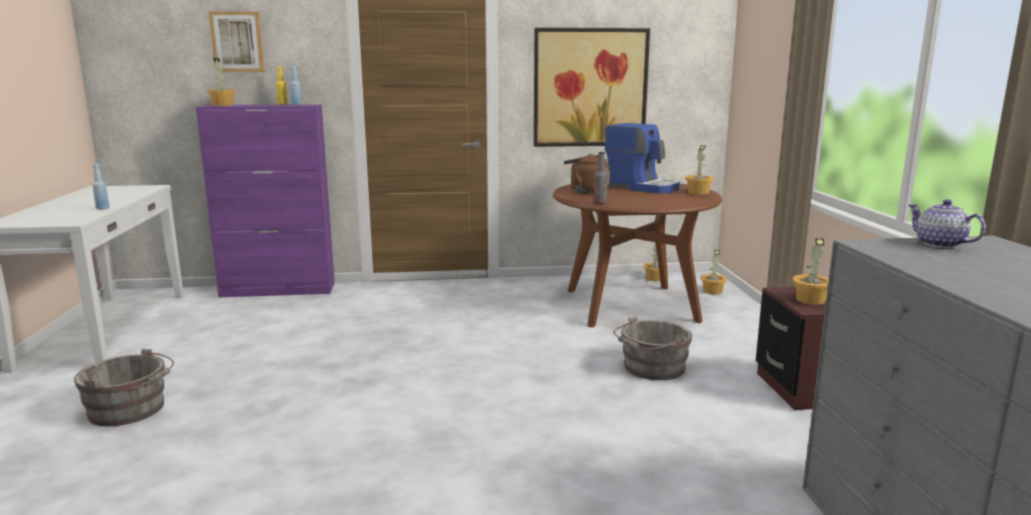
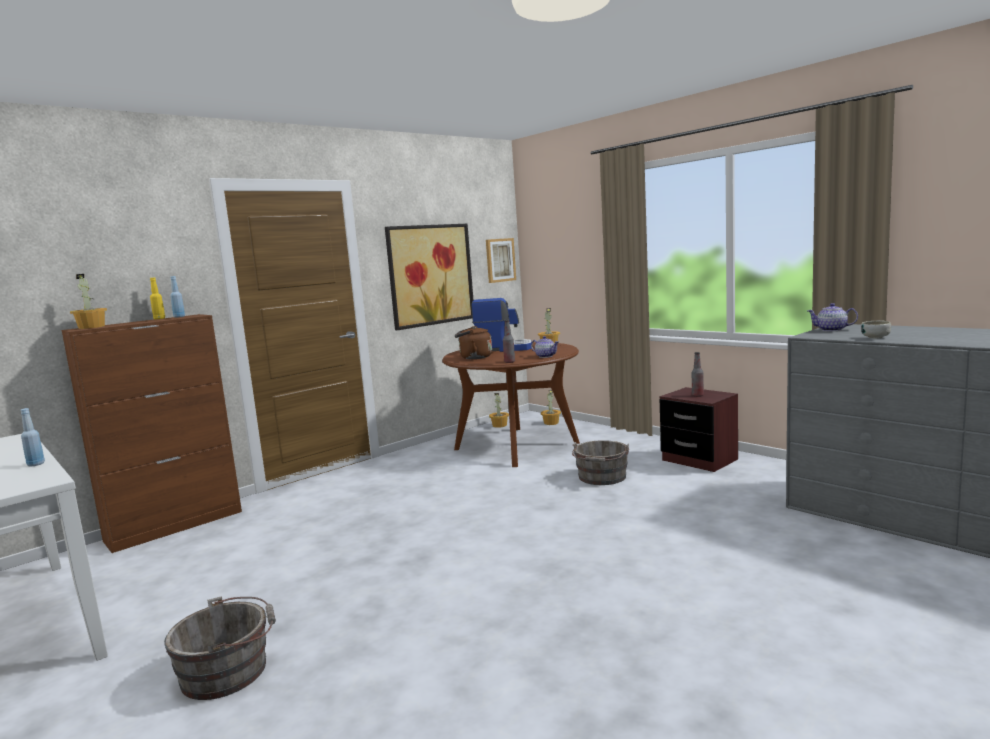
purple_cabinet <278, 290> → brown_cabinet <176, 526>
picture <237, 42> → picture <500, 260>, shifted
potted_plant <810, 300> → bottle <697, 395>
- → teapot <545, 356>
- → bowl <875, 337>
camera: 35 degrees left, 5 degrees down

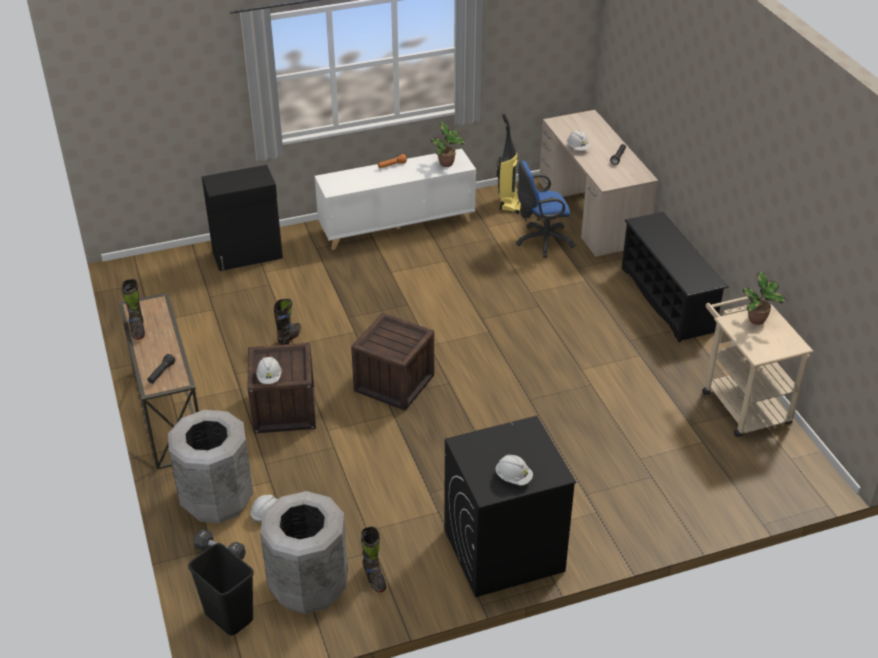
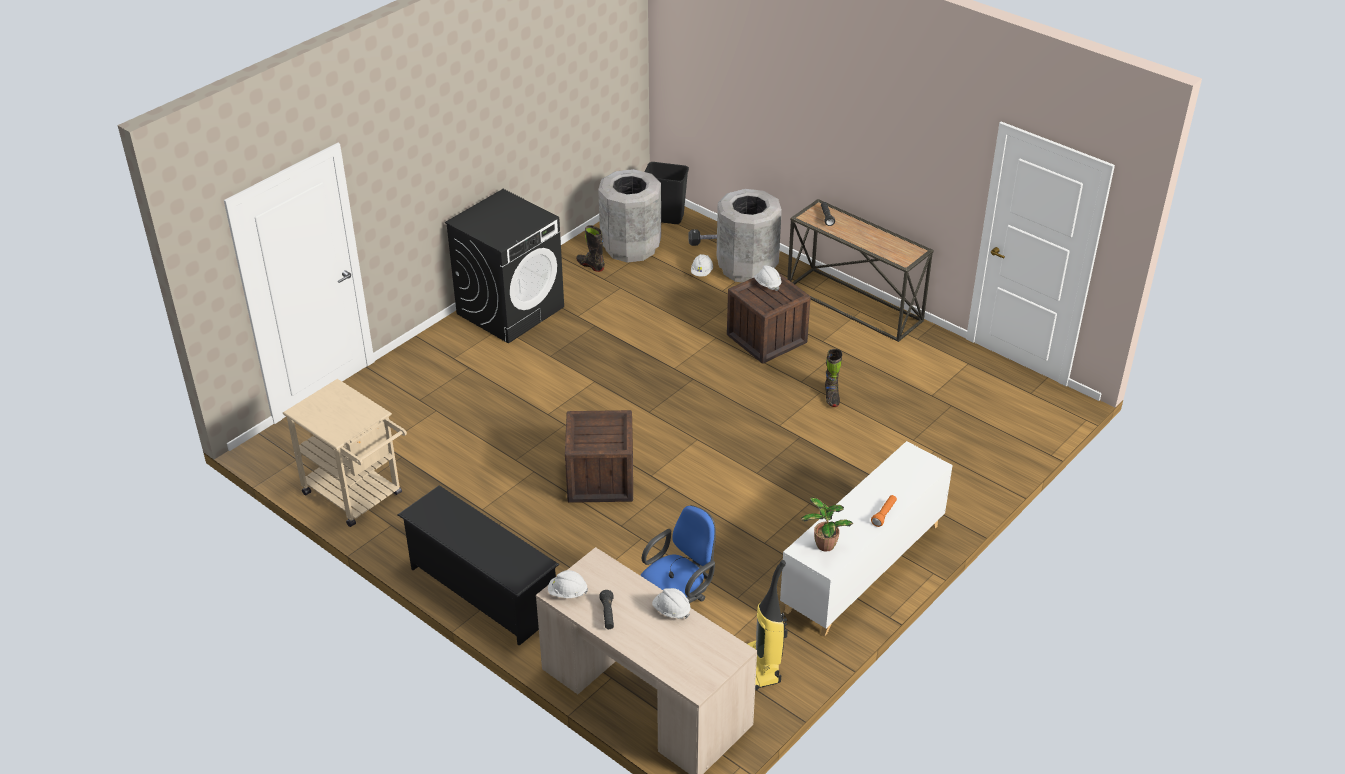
black_boot <137, 329> → -
black_cabinet <248, 255> → -
crate <394, 383> → crate <600, 480>, shifted
white_hard_hat <513, 477> → white_hard_hat <567, 592>, shifted
potted_plant <757, 320> → -
camera: 150 degrees right, 0 degrees up

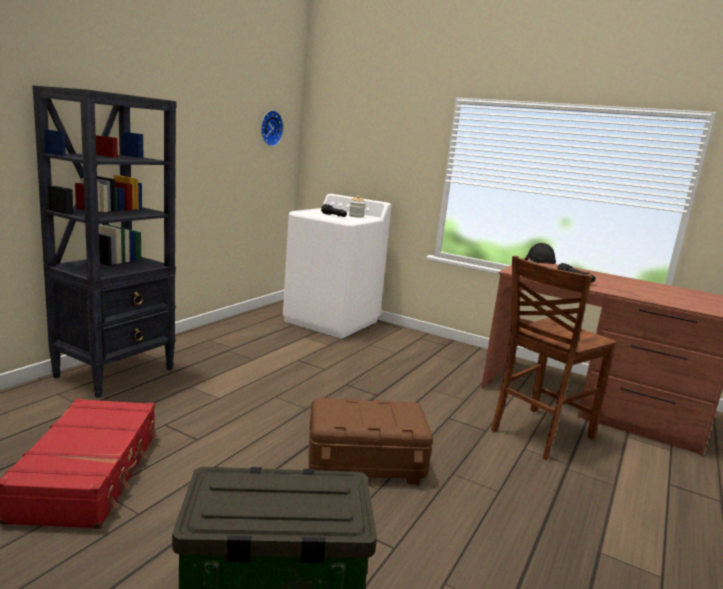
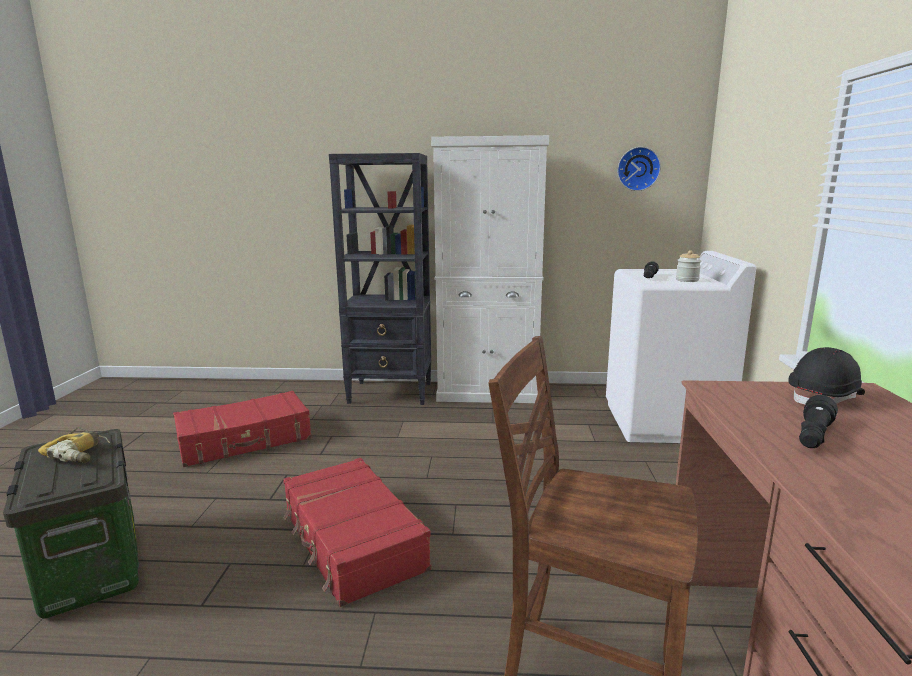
brown_storage_box <365, 461> → red_suitcase <352, 541>
- → power_drill <80, 452>
- → white_cabinet <488, 393>
camera: 65 degrees right, 0 degrees up

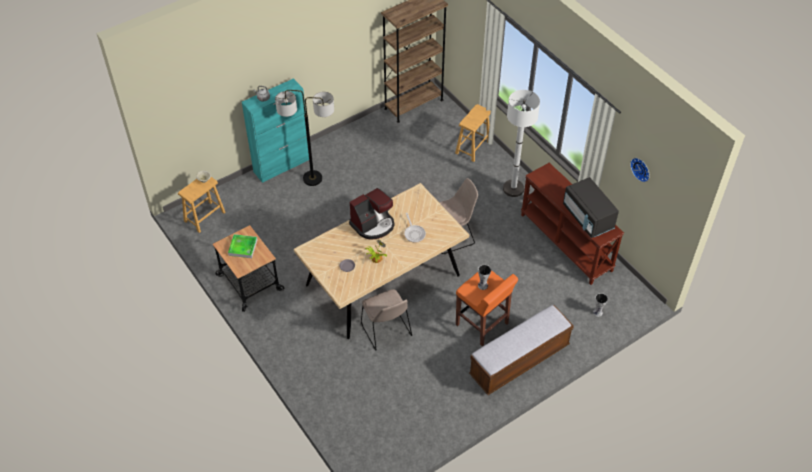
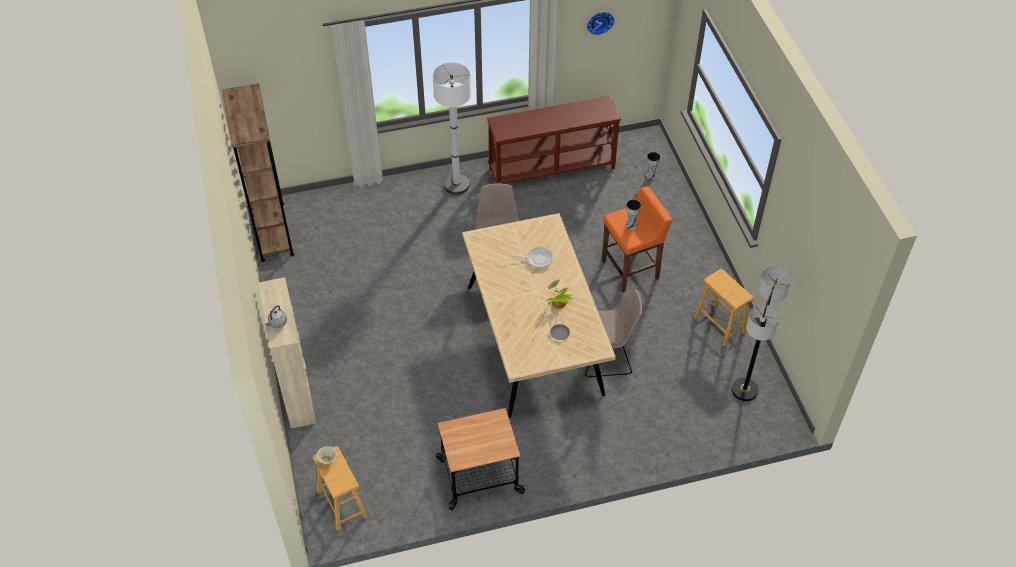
tray <243, 247> → -
turquoise_cabinet <282, 165> → beige_cabinet <297, 393>
floor_lamp <312, 178> → floor_lamp <744, 390>, shifted
coffee_machine <373, 225> → -
brown_stool <472, 147> → brown_stool <719, 324>, shifted
bench <519, 360> → -
black_microwave <588, 218> → -
camera: 70 degrees left, 0 degrees up

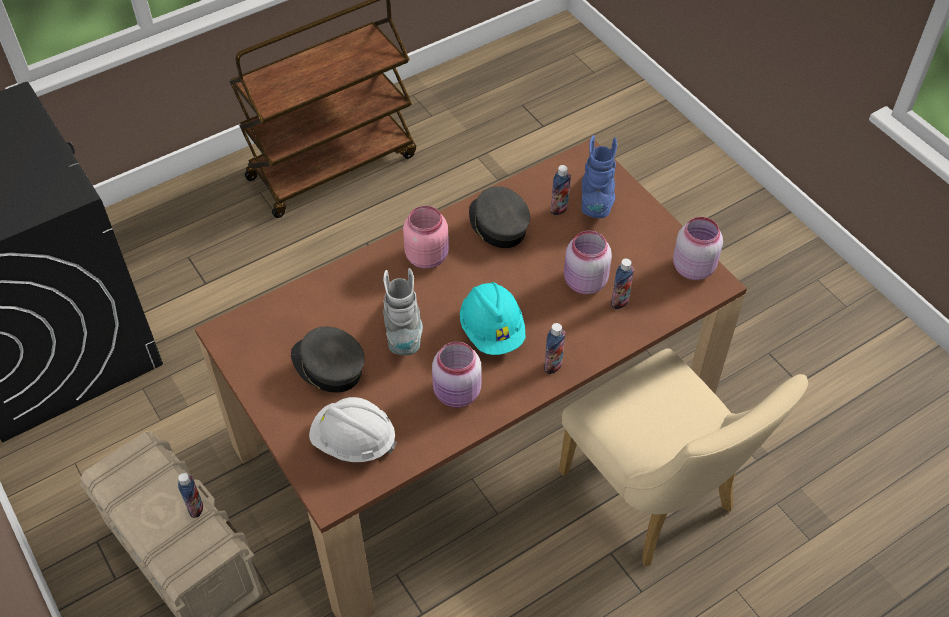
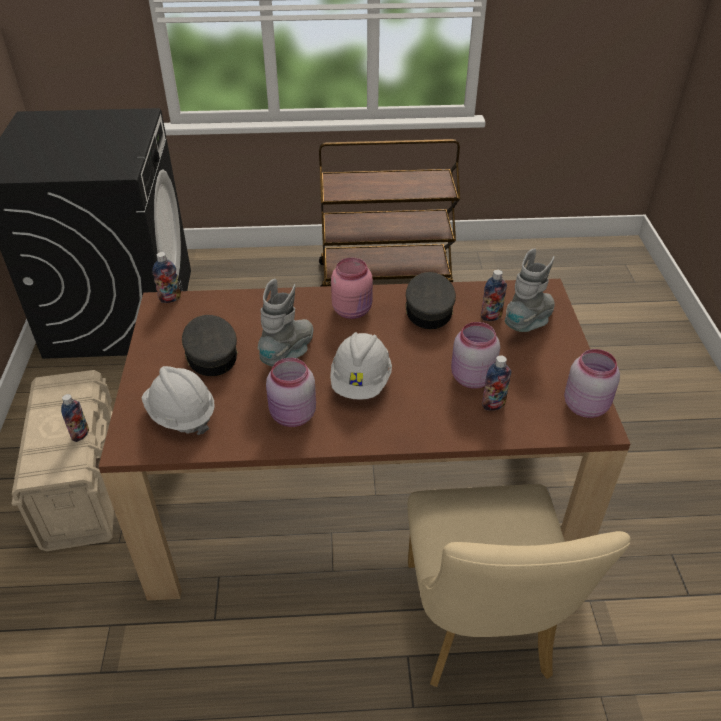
turquoise_hard_hat <492, 331> → white_hard_hat <361, 382>
bottle <553, 365> → bottle <170, 298>, shifted
blue_boot <597, 200> → grey_boot <530, 322>
camera: 30 degrees right, 10 degrees down

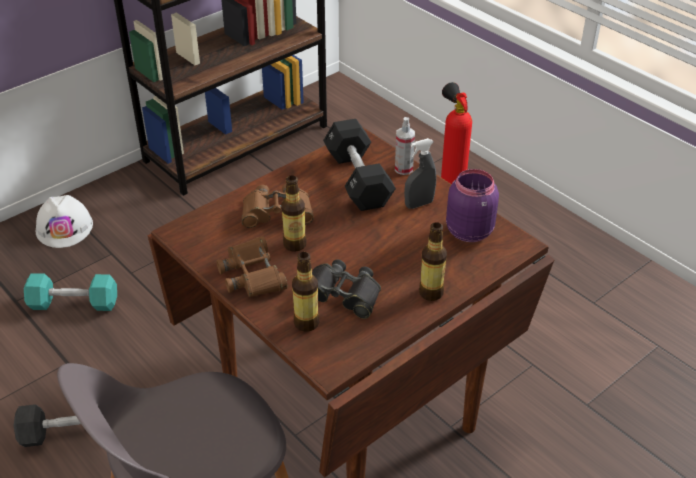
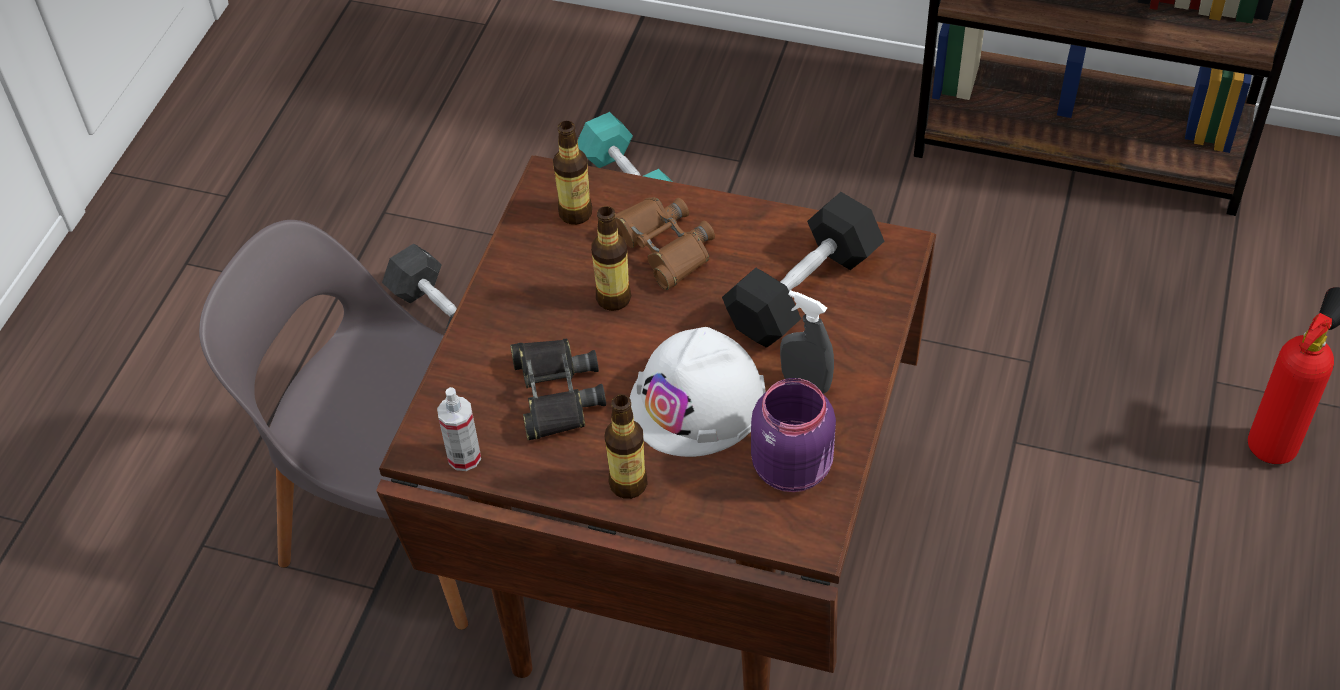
white_hard_hat <65, 227> → white_hard_hat <698, 401>, shifted
brown_binoculars <252, 274> → -
bottle <306, 323> → bottle <575, 213>, shifted
spray_bottle <403, 169> → spray_bottle <464, 457>, shifted
camera: 60 degrees right, 10 degrees up

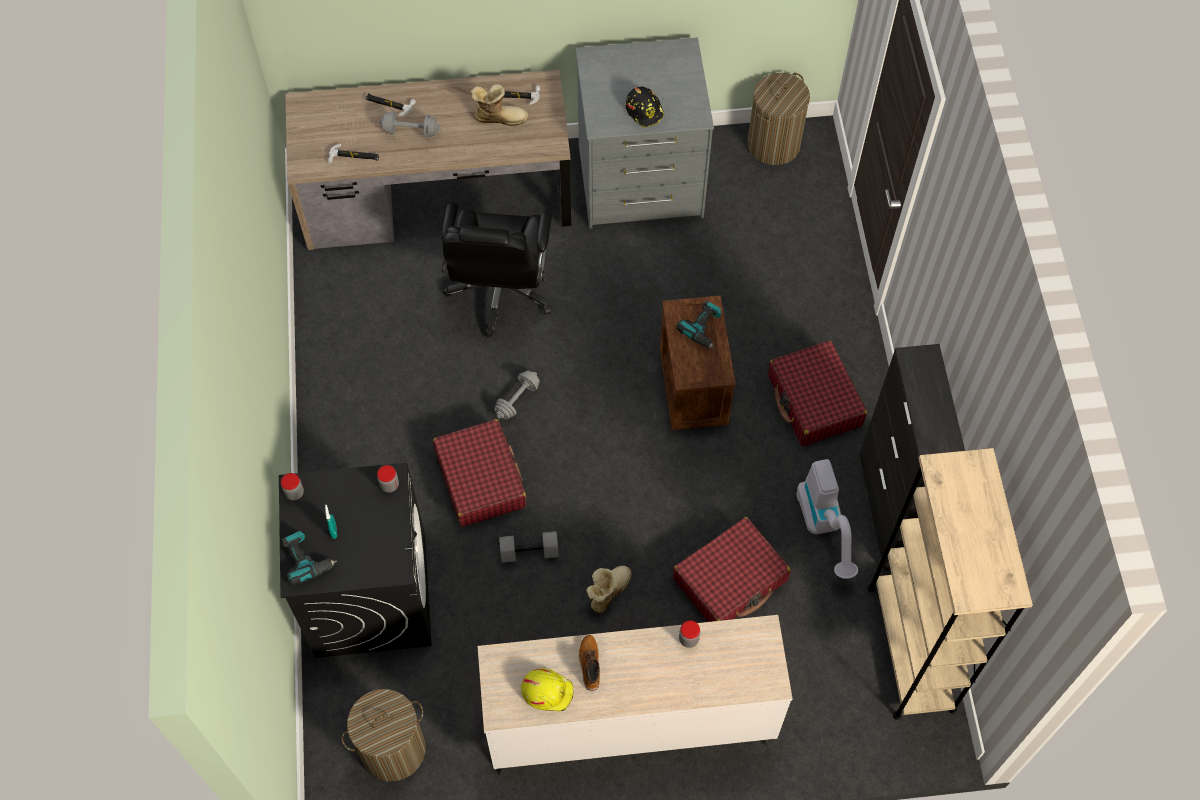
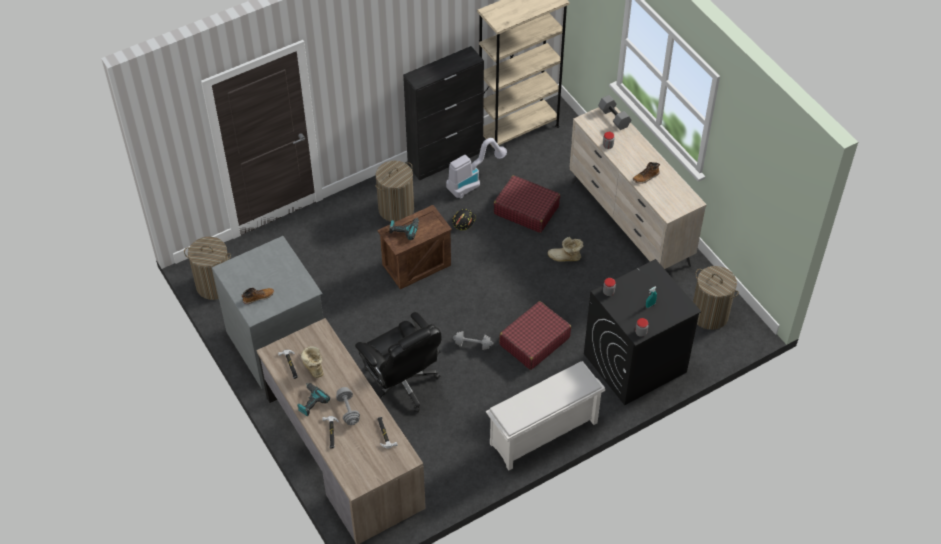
power_drill <307, 559> → power_drill <310, 402>, shifted
black_office_chair <500, 292> → black_office_chair <401, 384>, 75 degrees clockwise
grey_dumbbell <530, 550> → grey_dumbbell <613, 118>, shifted
yellow_hard_hat <547, 691> → -
black_hard_hat <645, 110> → black_hard_hat <463, 221>, shifted
red_suitcase <814, 401> → laundry_basket <396, 209>
- → boot <258, 297>
- → white_shoe_rack <543, 434>
camera: 115 degrees left, 10 degrees down

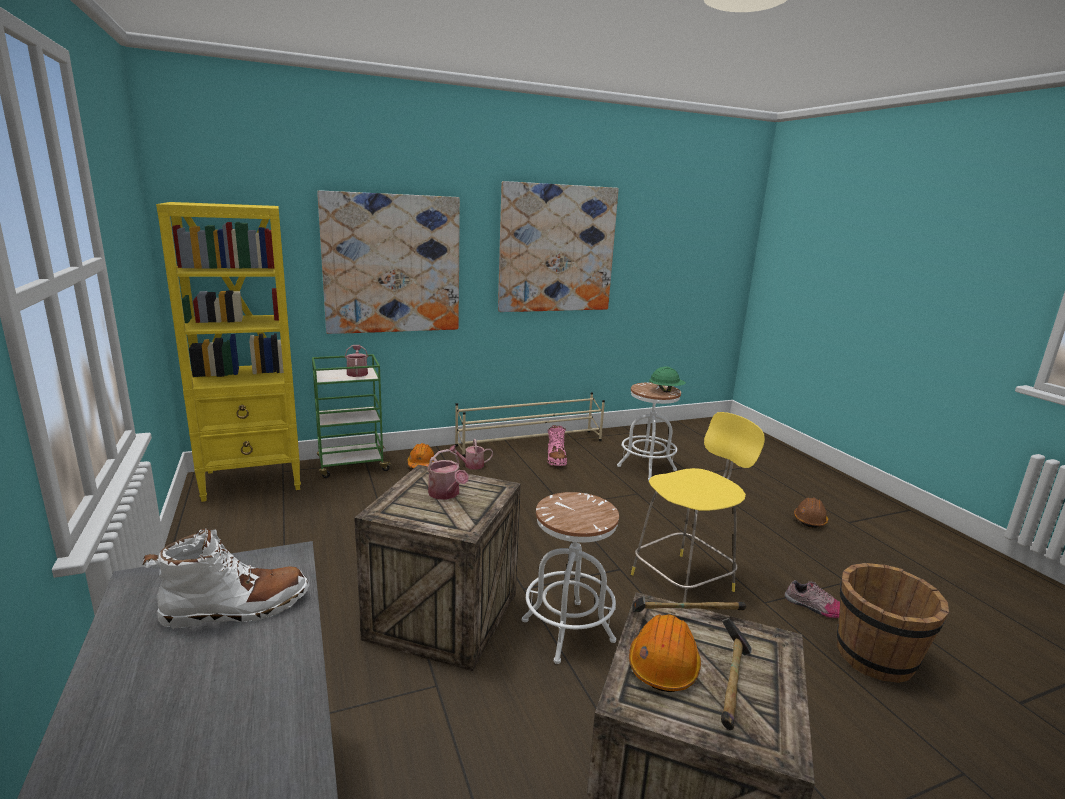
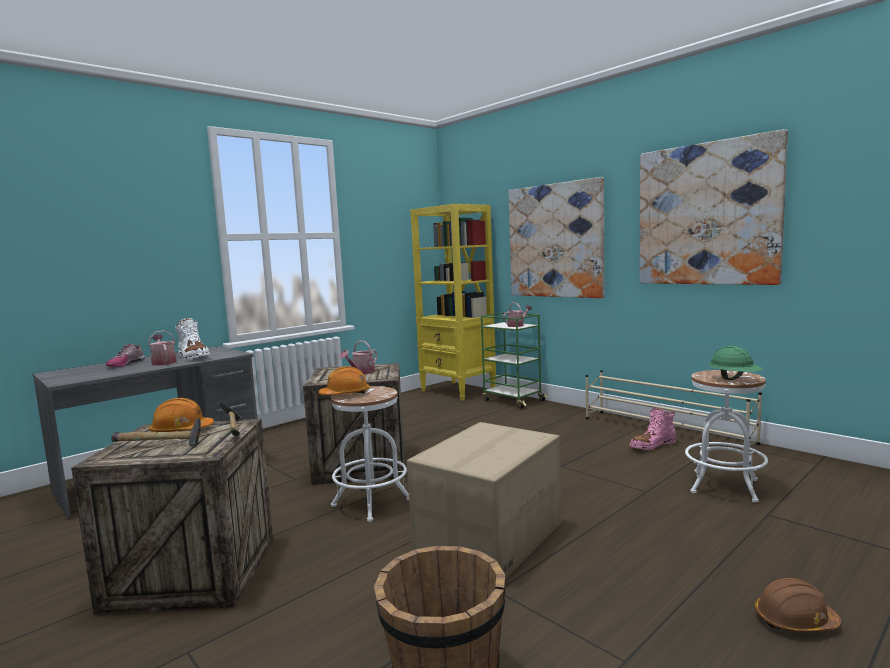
orange_hard_hat <421, 464> → orange_hard_hat <345, 394>, shifted
watering_can <471, 465> → watering_can <163, 362>, shifted
yellow_stool <684, 581> → cardboard_box <490, 539>
shoe <815, 607> → shoe <125, 364>, shifted
camera: 70 degrees right, 10 degrees down

